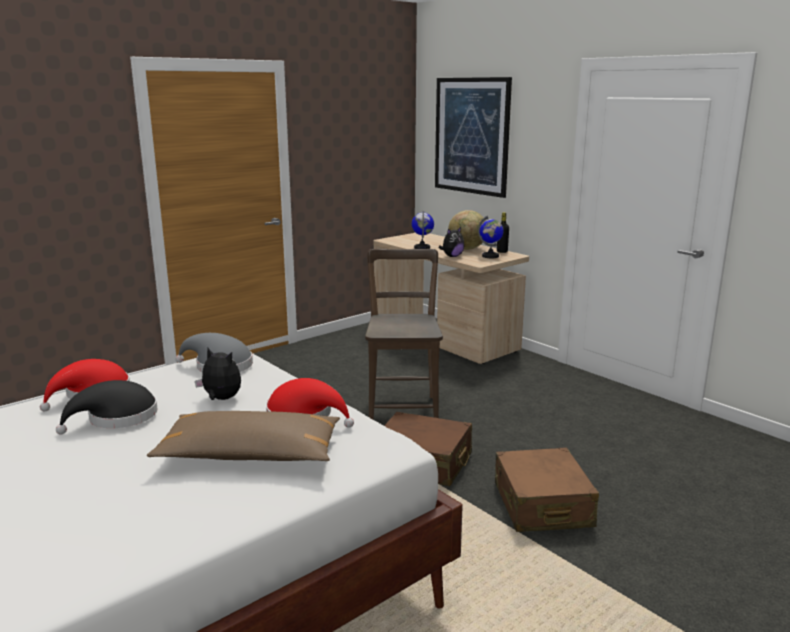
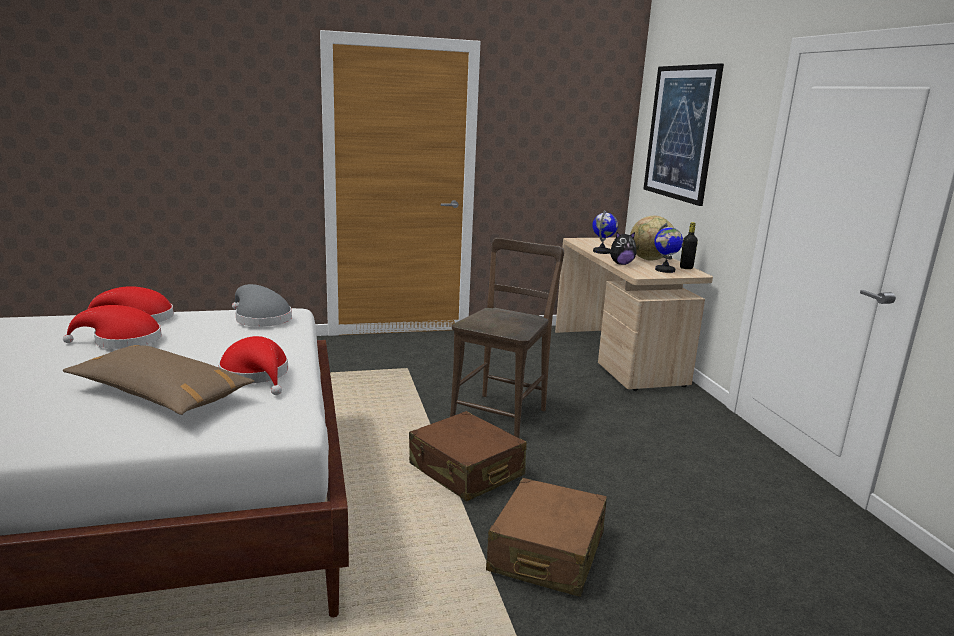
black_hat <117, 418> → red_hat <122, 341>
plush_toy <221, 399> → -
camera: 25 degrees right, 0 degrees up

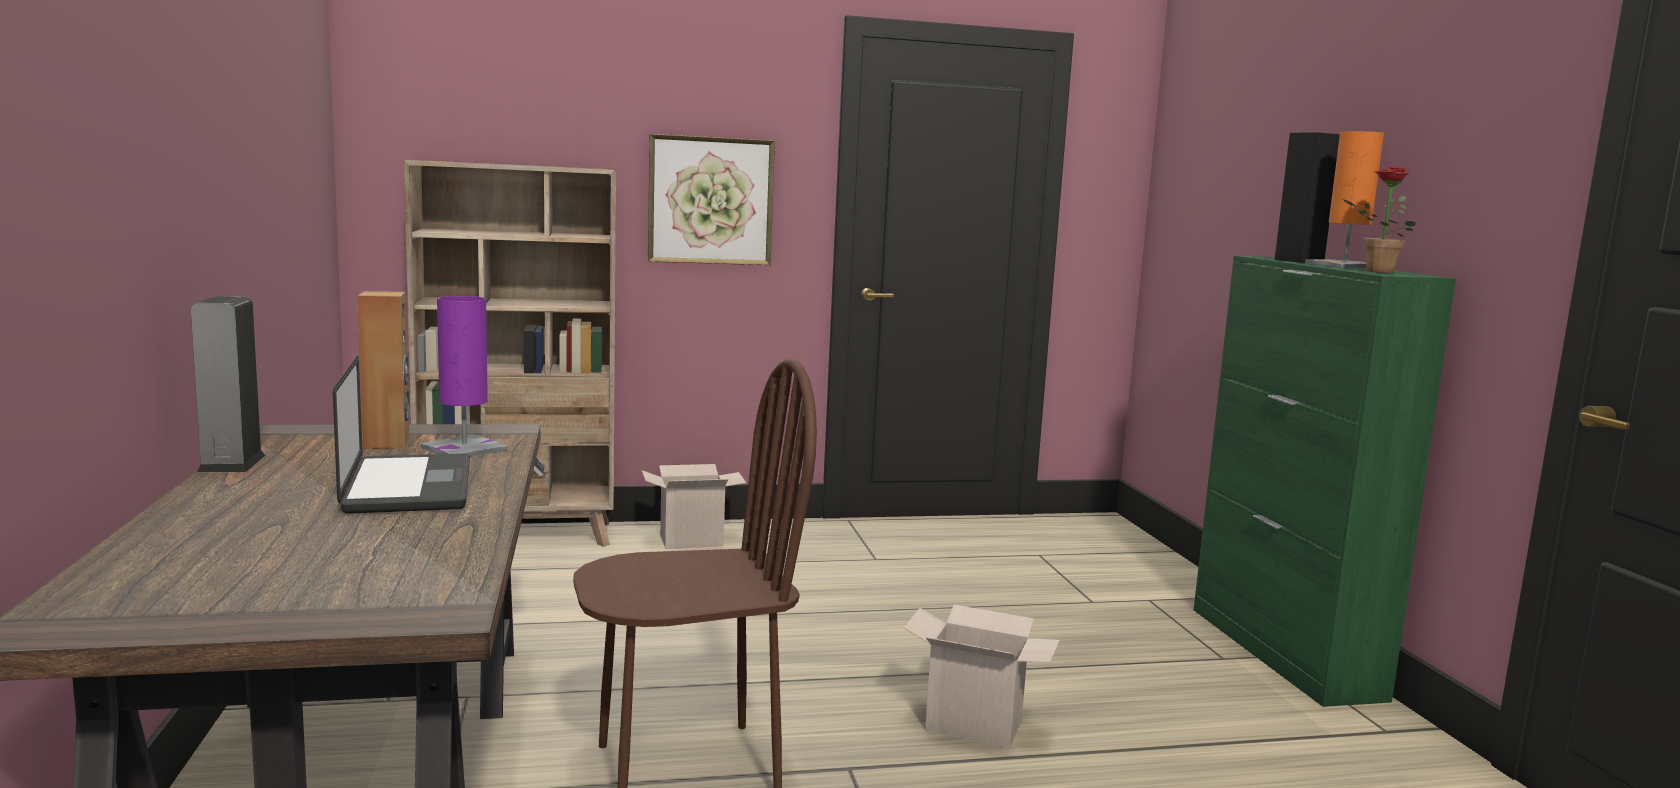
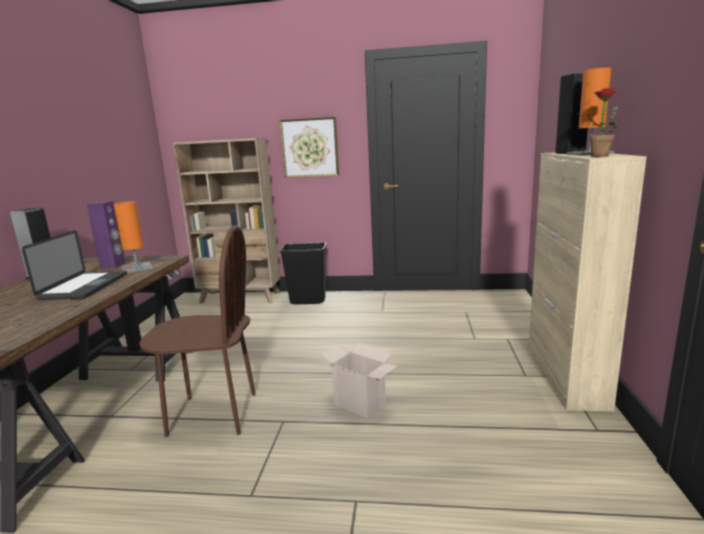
brown_speaker <387, 443> → purple_speaker <113, 265>
purple_table_lamp <464, 449> → orange_table_lamp <137, 268>
cardboard_box <693, 540> → black_trash_can <308, 300>
green_cabinet <1283, 652> → beige_cabinet <565, 374>
camera: 20 degrees right, 5 degrees up

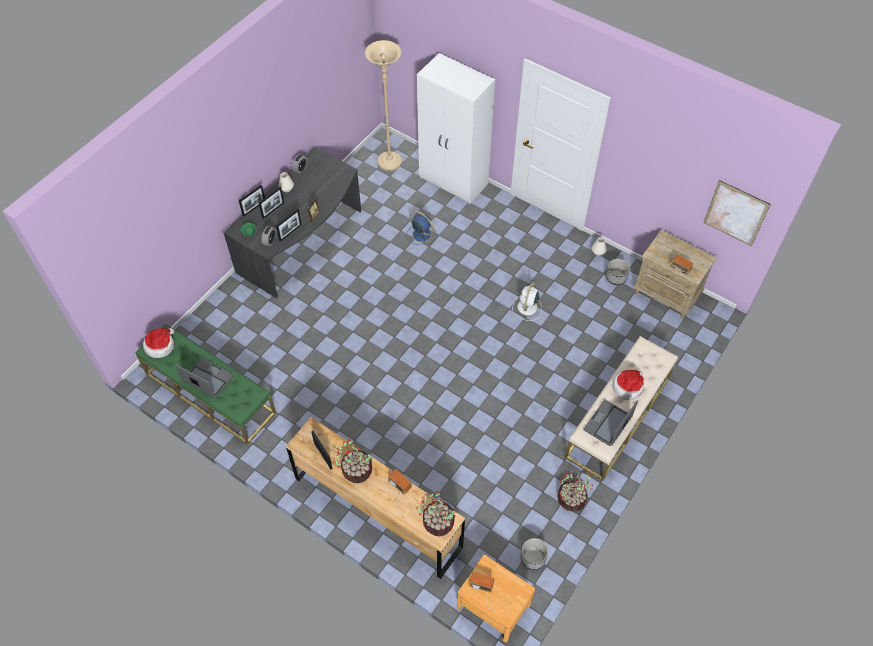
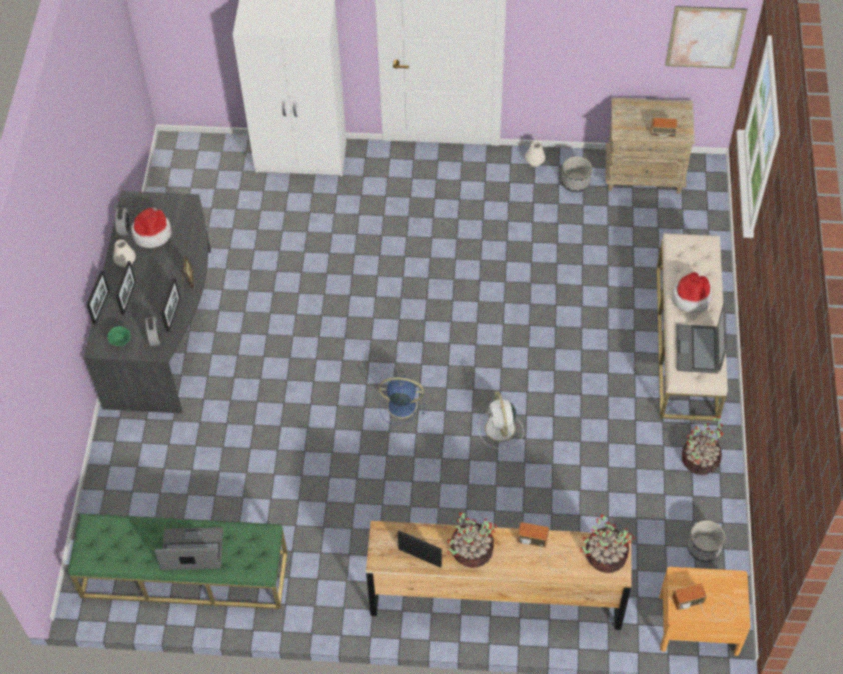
hat <160, 345> → hat <152, 233>, shifted
beige_floor_lamp <389, 162> → -
blue_fan <421, 234> → blue_fan <400, 405>, shifted
white_fan <527, 308> → white_fan <500, 430>, shifted
camera: 30 degrees left, 0 degrees up

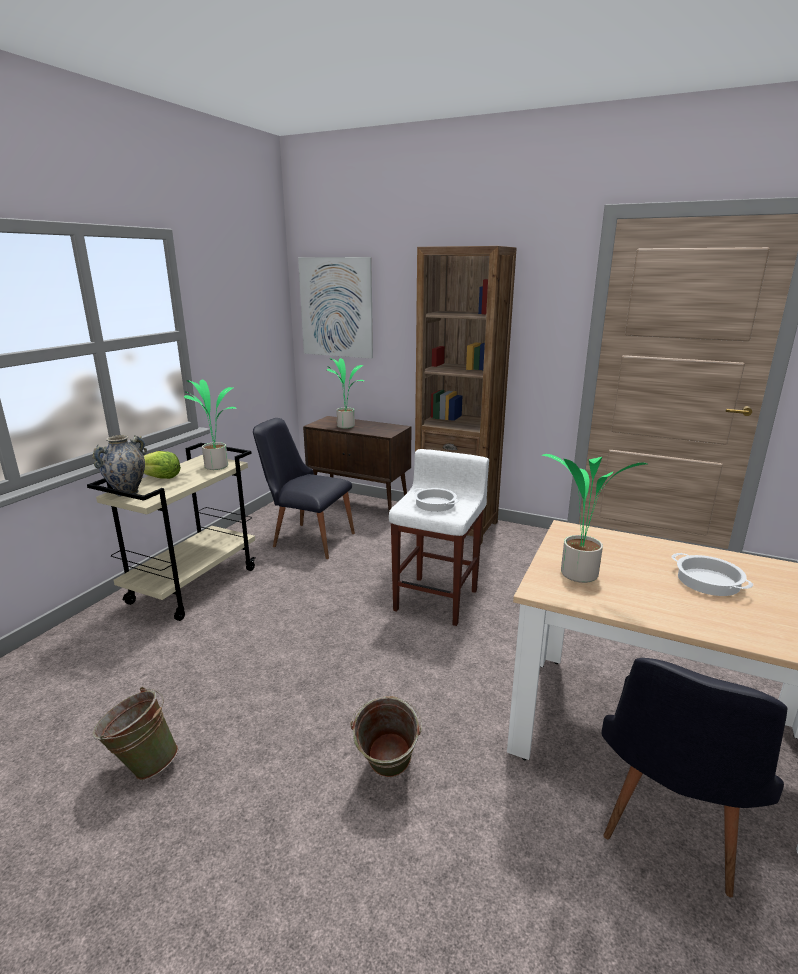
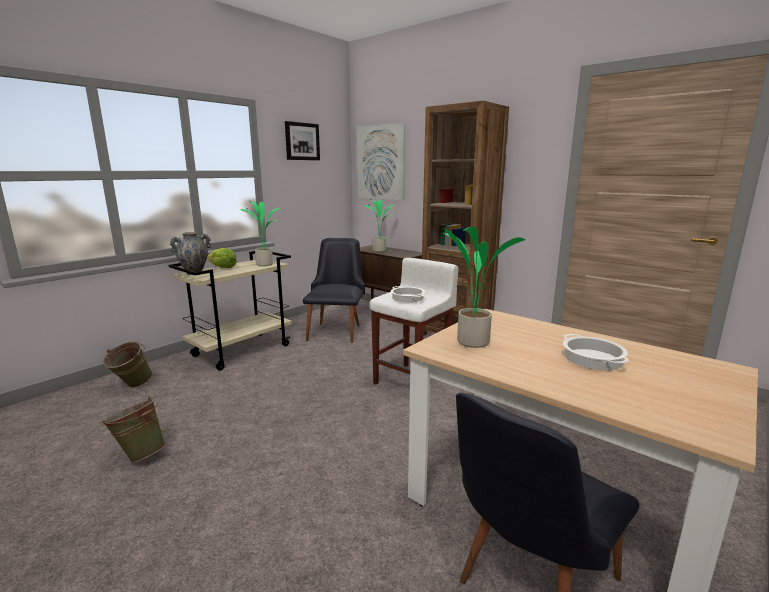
black_chair <307, 538> → black_chair <337, 330>, 60 degrees clockwise
green_bucket <386, 775> → green_bucket <131, 386>, shifted
- → picture <302, 141>
camera: 15 degrees right, 5 degrees down

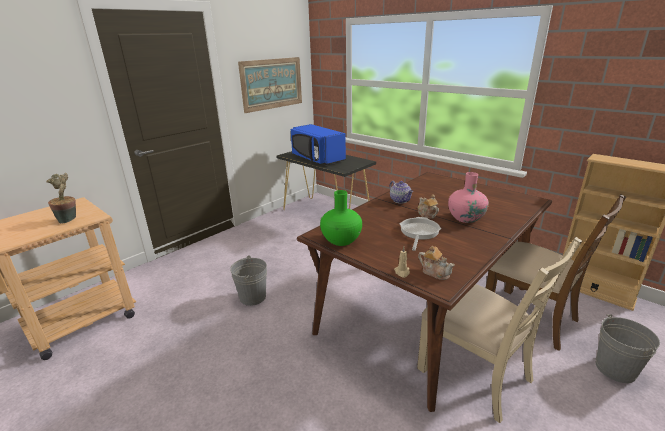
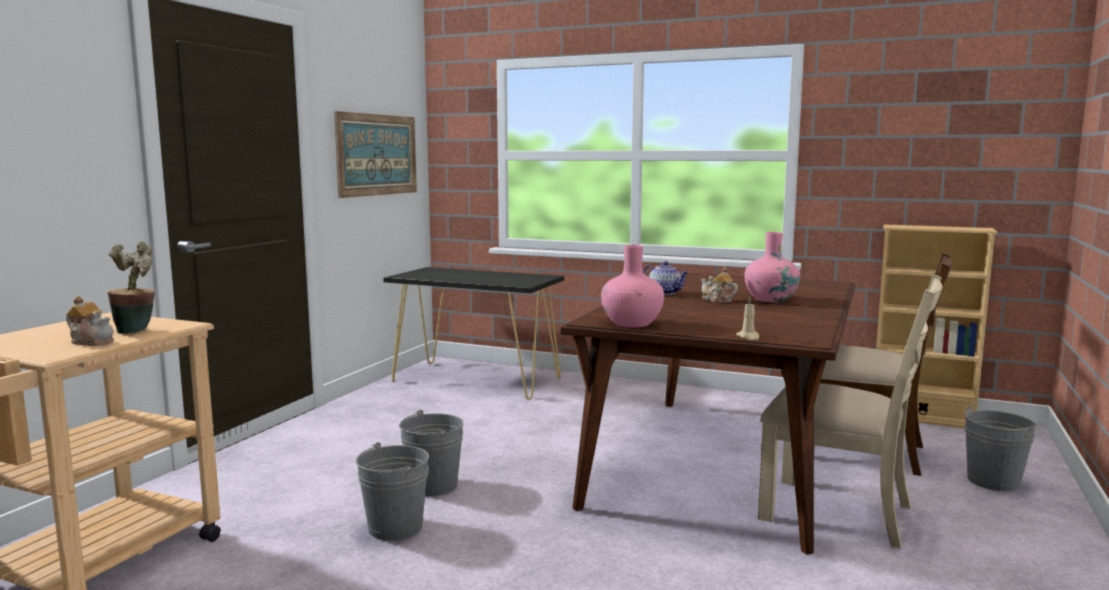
blue_microwave <317, 158> → -
green_vase <341, 240> → pink_vase <631, 323>
frying_pan <418, 232> → -
teapot <435, 272> → teapot <92, 342>, shifted
- → grey_bucket <395, 527>
camera: 20 degrees left, 15 degrees down

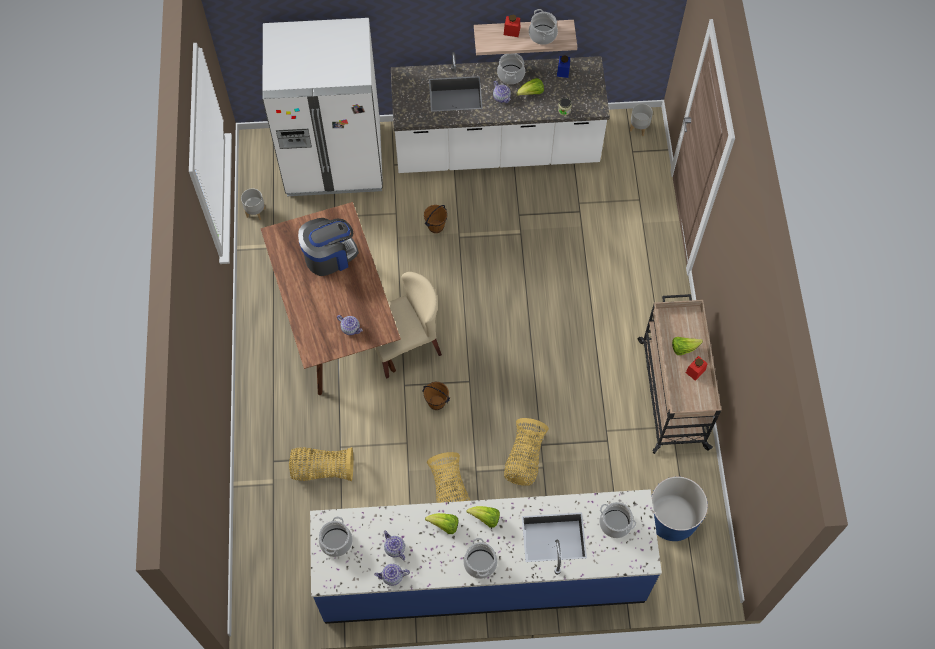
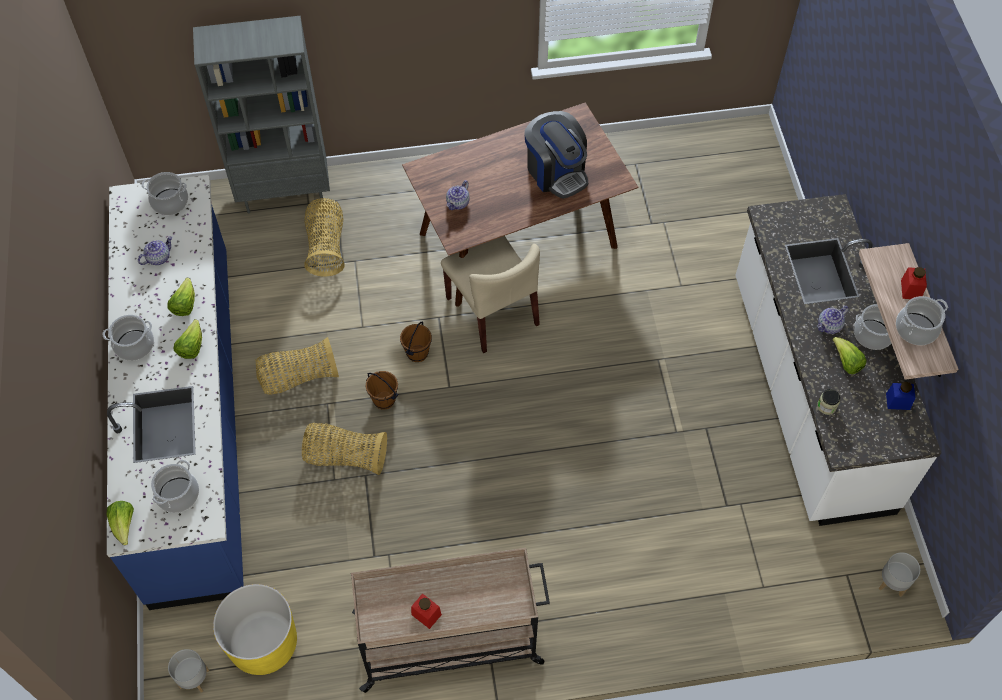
grey_planter <255, 212> → grey_planter <193, 678>, shifted
white_fridge <334, 161> → -
teapot <392, 577> → -
brown_bucket <435, 226> → brown_bucket <384, 400>, shifted
blue_planter <672, 518> → yellow_planter <263, 643>
lettuce <684, 348> → lettuce <124, 526>, shifted
- → grey_bookcase <285, 193>
camera: 85 degrees right, 5 degrees down

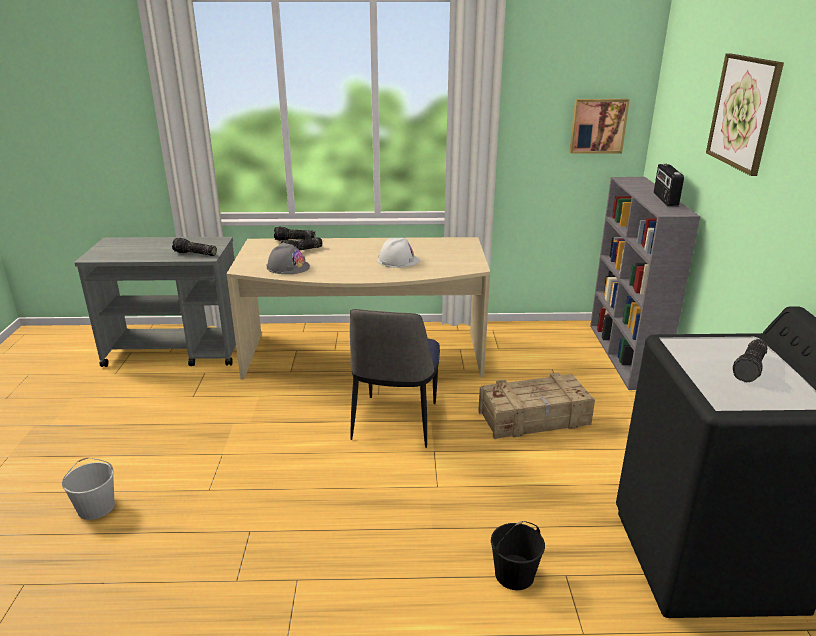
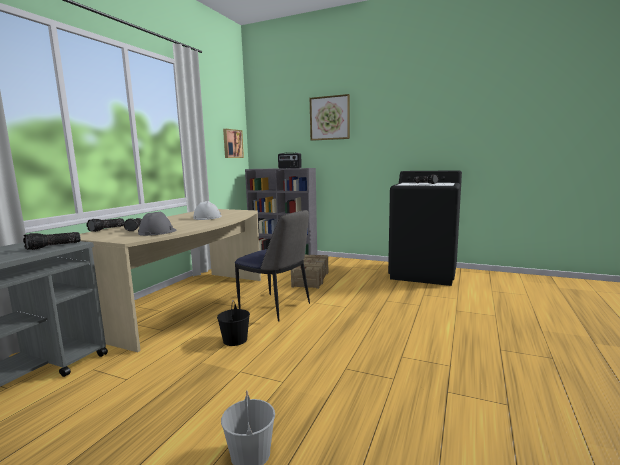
black_bucket <514, 575> → black_bucket <235, 340>, shifted
camera: 65 degrees left, 15 degrees down

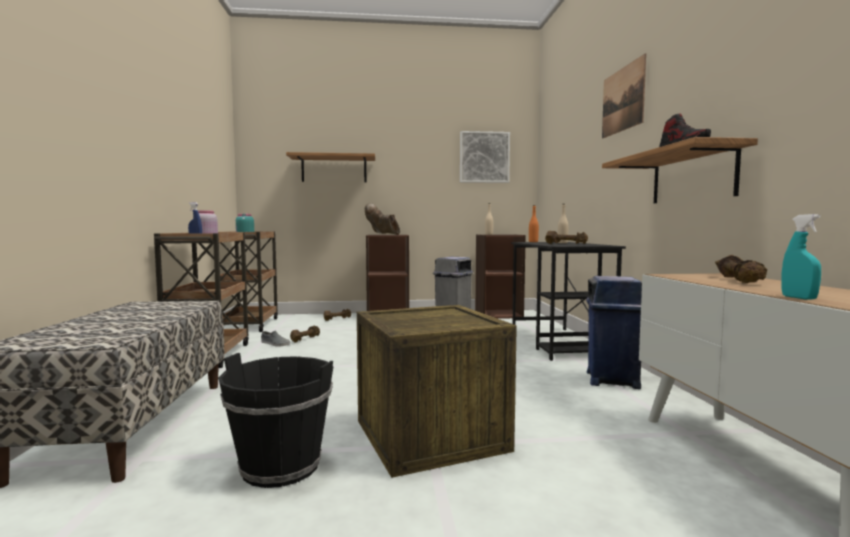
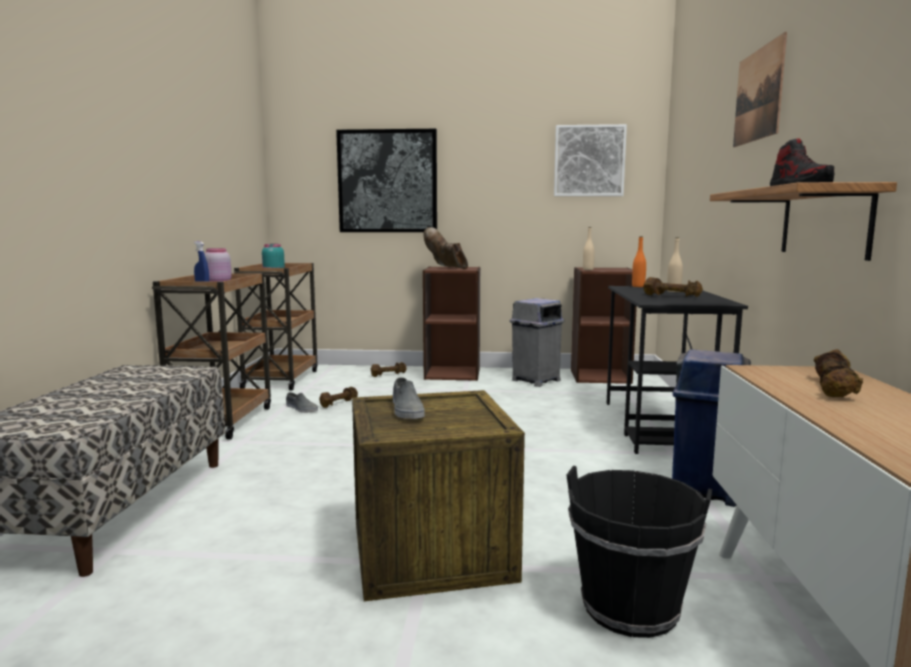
black_bucket <280, 467> → black_bucket <629, 608>, shifted
shelf <334, 169> → picture <387, 181>
turquoise_spray_bottle <799, 298> → -
- → grey_shoe <406, 409>
camera: 10 degrees right, 5 degrees up

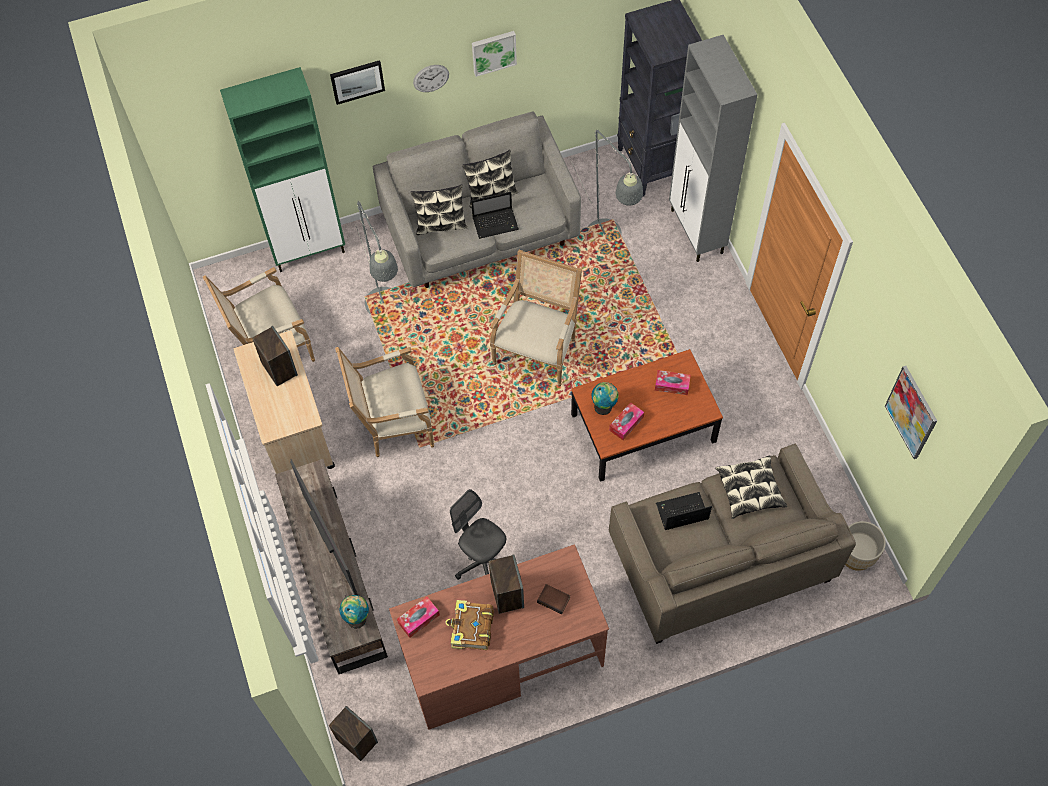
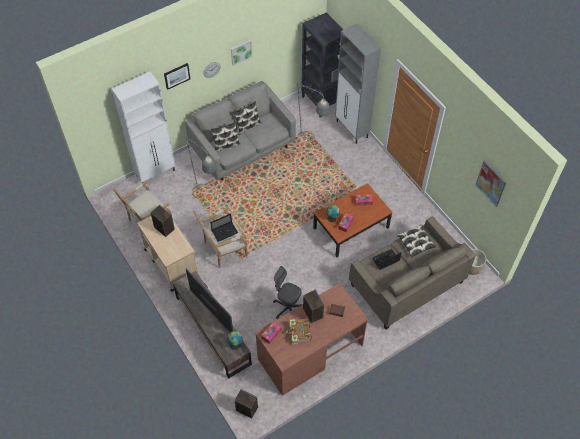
green_cabinet <310, 251> → white_cabinet <156, 173>
laptop <496, 223> → laptop <225, 231>, shifted
armchair <538, 349> → -
camera: 15 degrees left, 5 degrees down

